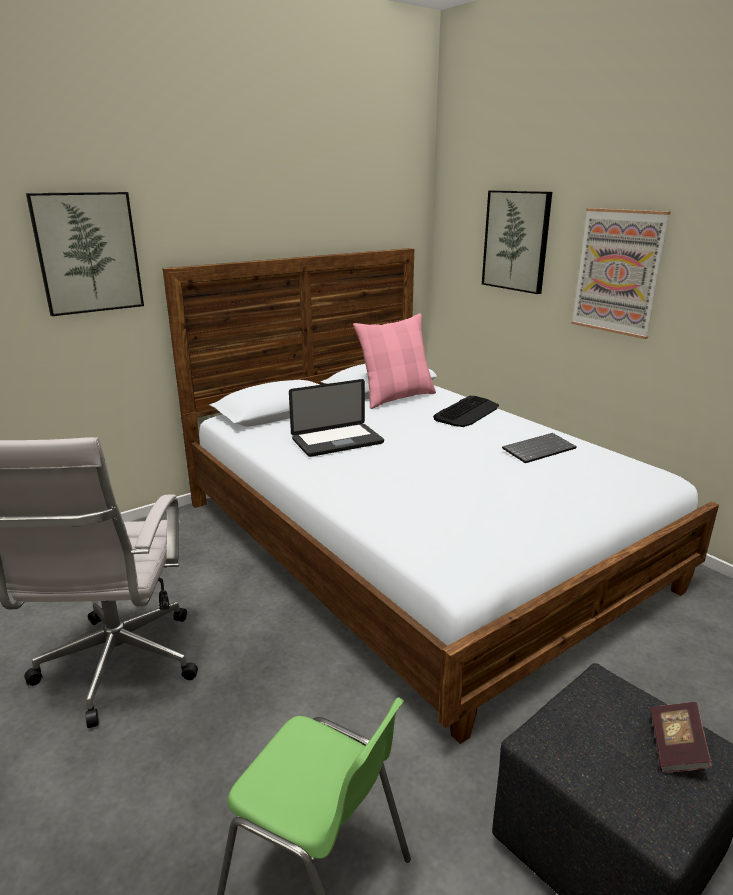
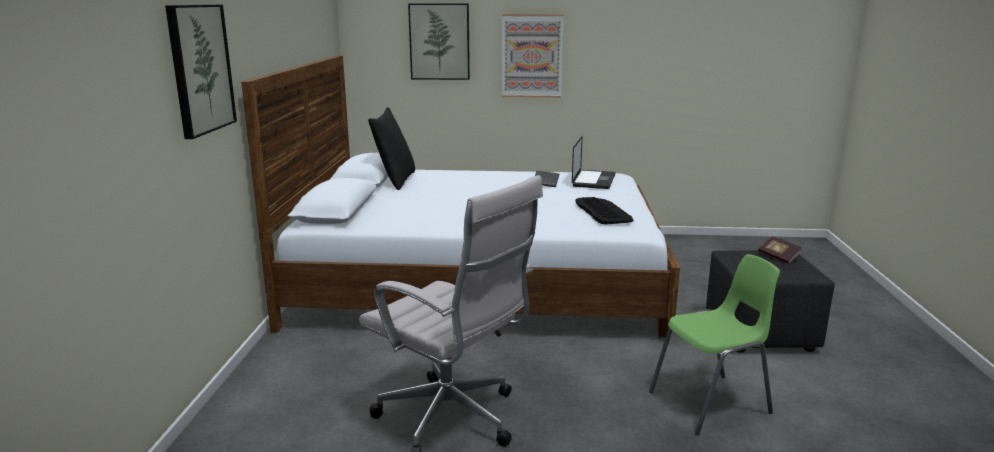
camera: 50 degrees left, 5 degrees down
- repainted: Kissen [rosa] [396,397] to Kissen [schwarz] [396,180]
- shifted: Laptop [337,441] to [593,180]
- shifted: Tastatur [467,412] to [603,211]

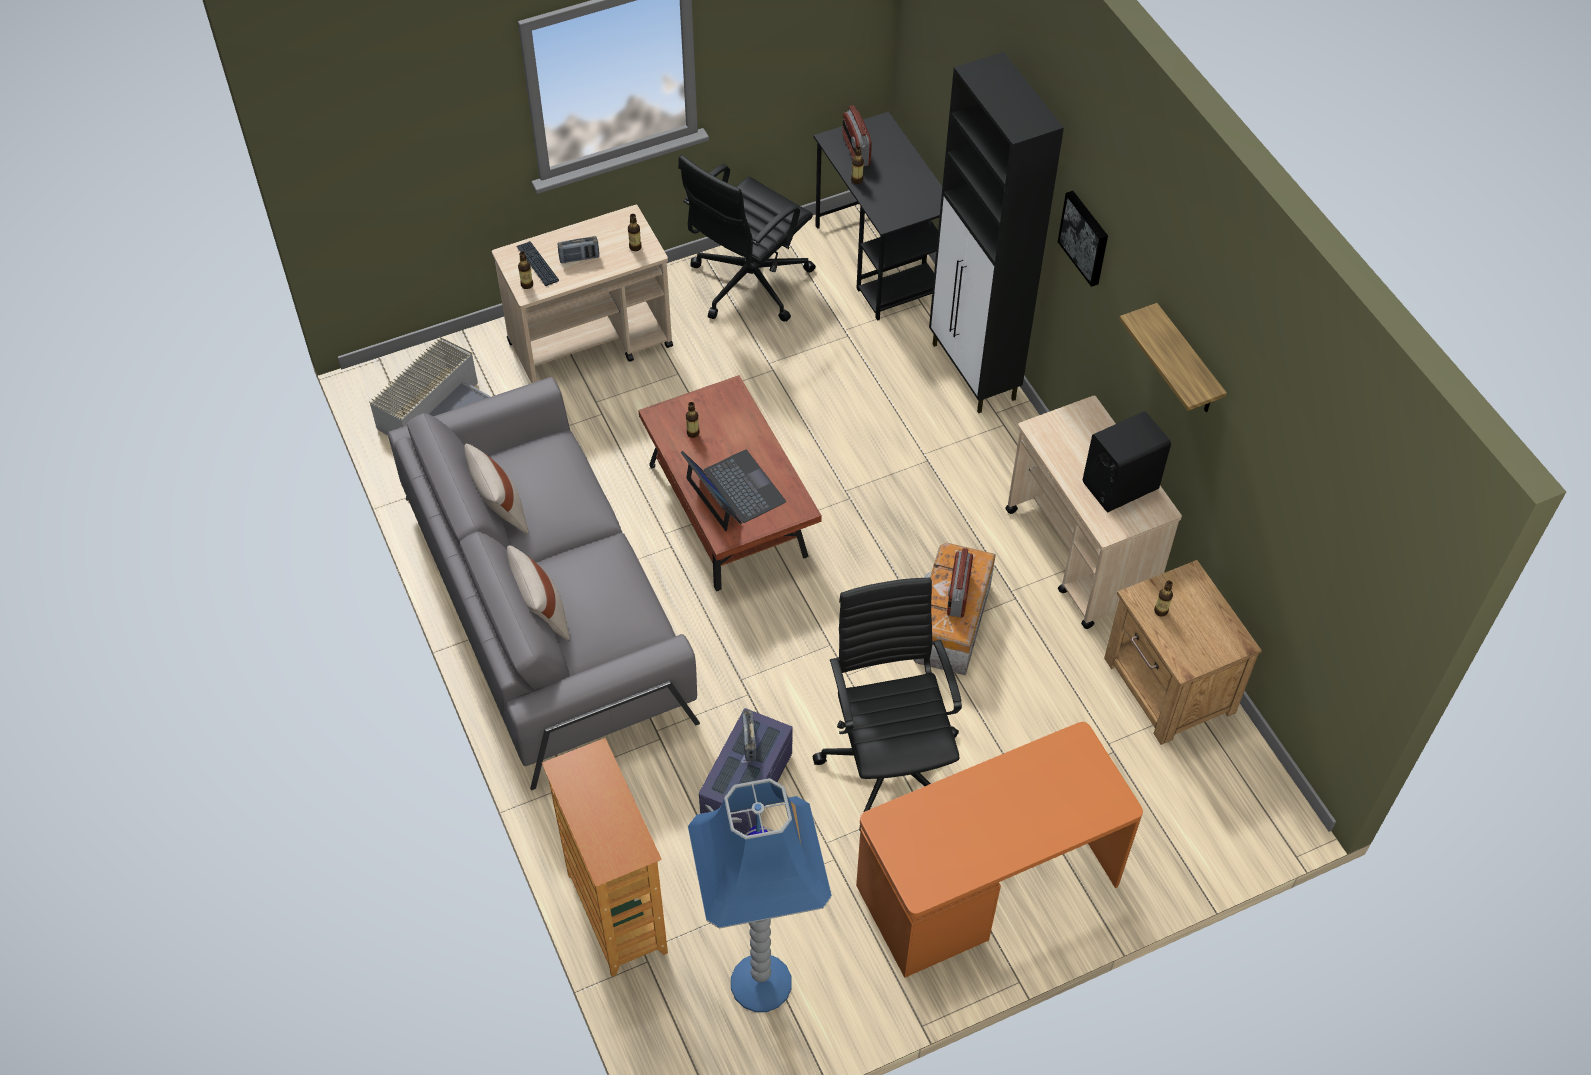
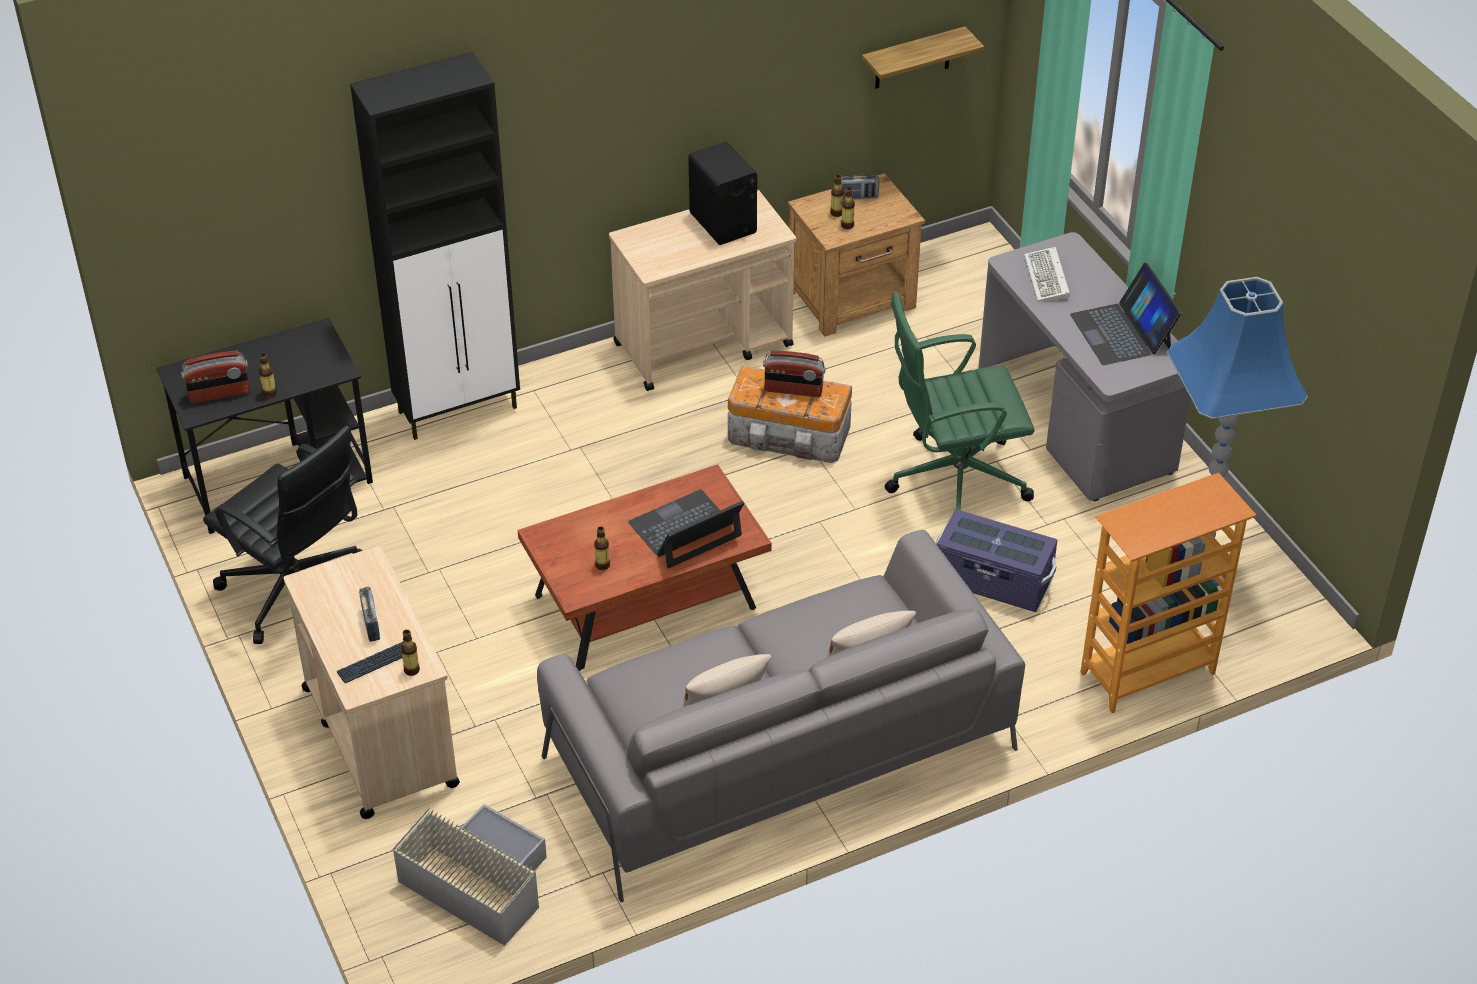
camera: 90 degrees left, 10 degrees down
- gone: Bild [1085,237]
- shifted: Flasche [635,247] to [836,213]
- shifted: Wandregal [1187,363] to [912,59]
- repainted: Bürostuhl [schwarz] [890,762] to Bürostuhl [grün] [953,480]
- shifted: Radio [749,742] to [857,197]
- repainted: Schreibtisch [orange] [987,888] to Schreibtisch [grau] [1077,420]
- new: Tastatur [1048,278]
- new: Laptop [1122,332]

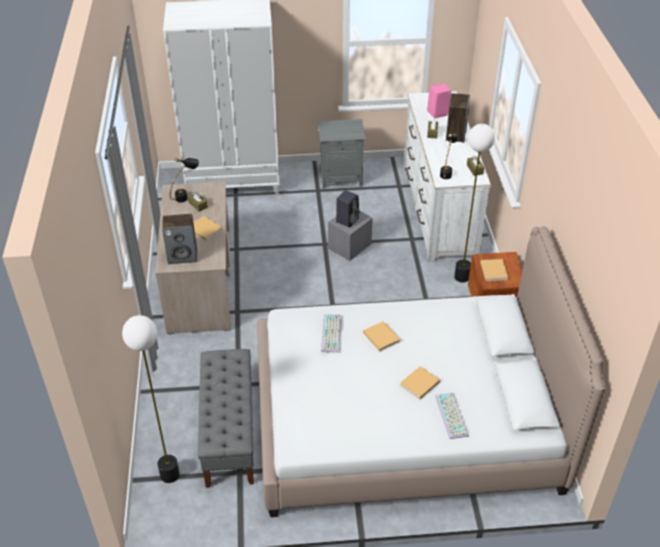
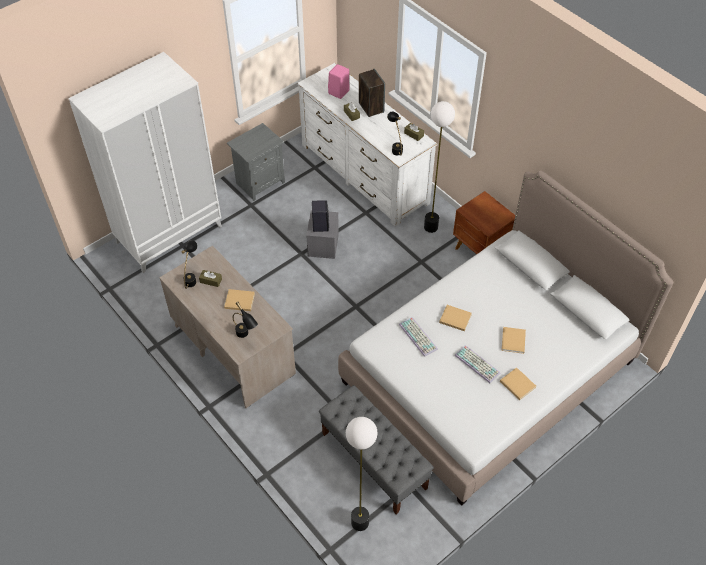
camera: 35 degrees left, 10 degrees up
- swapped: Lautsprecher [183,256] to Tischlampe [schwarz] [246,336]
- shifted: Buch [beige] [493,270] to [517,383]
- shifted: Tastatur [452,416] to [478,364]

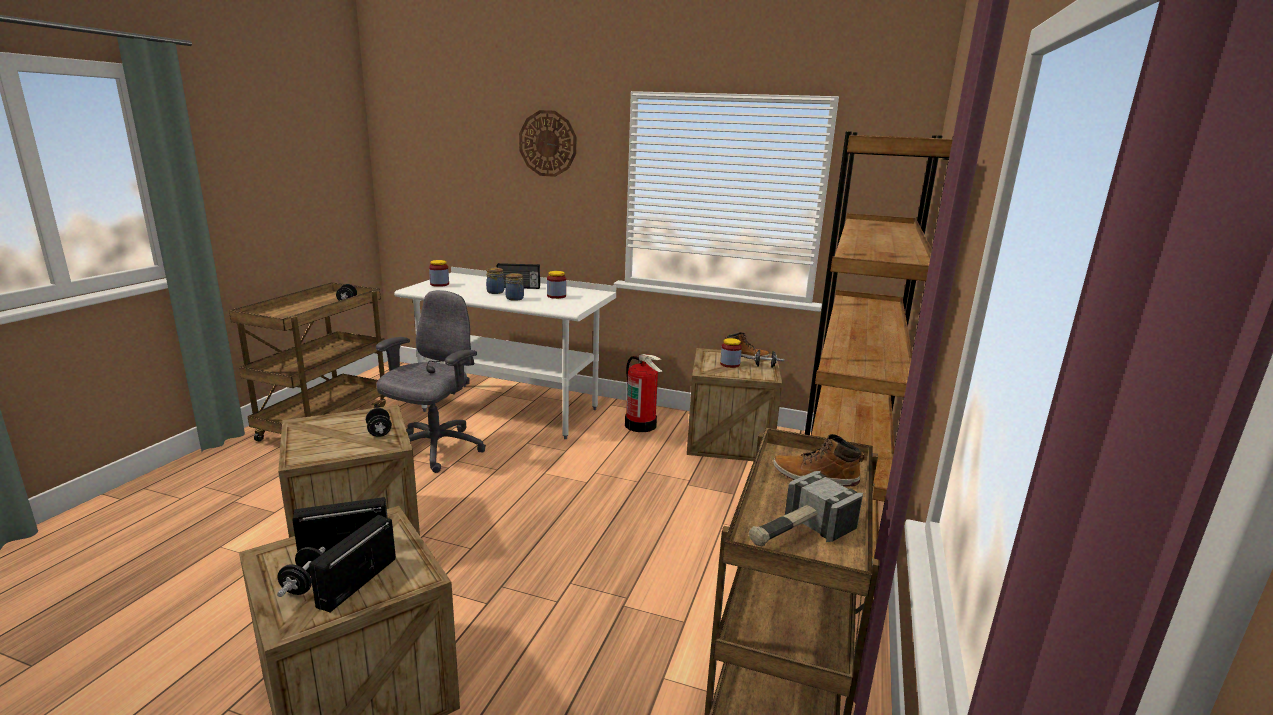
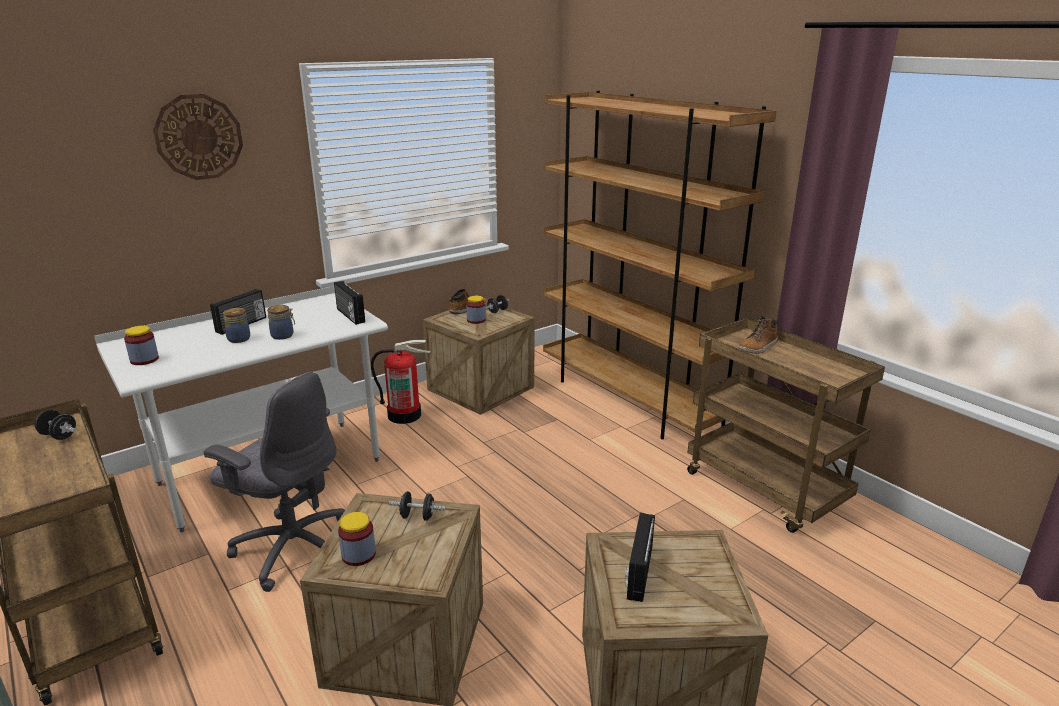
camera: 55 degrees left, 5 degrees up
- shifted: Vorratsglas [556,296] to [358,555]
- rotated: Bürostuhl [grau] [434,450] = [292,547] 150 degrees clockwise
- gone: Hammer [796,534]
- shifted: Radio [356,581] to [349,315]
- gone: Hantel [schwarz] [305,584]

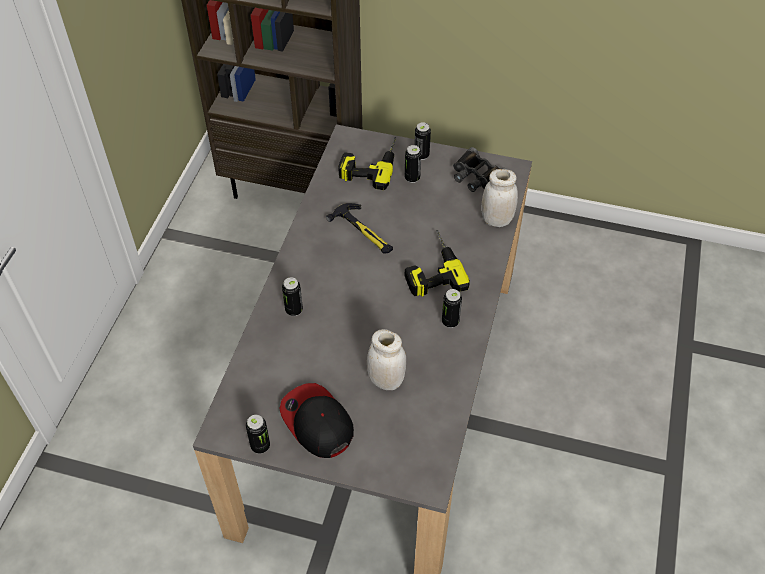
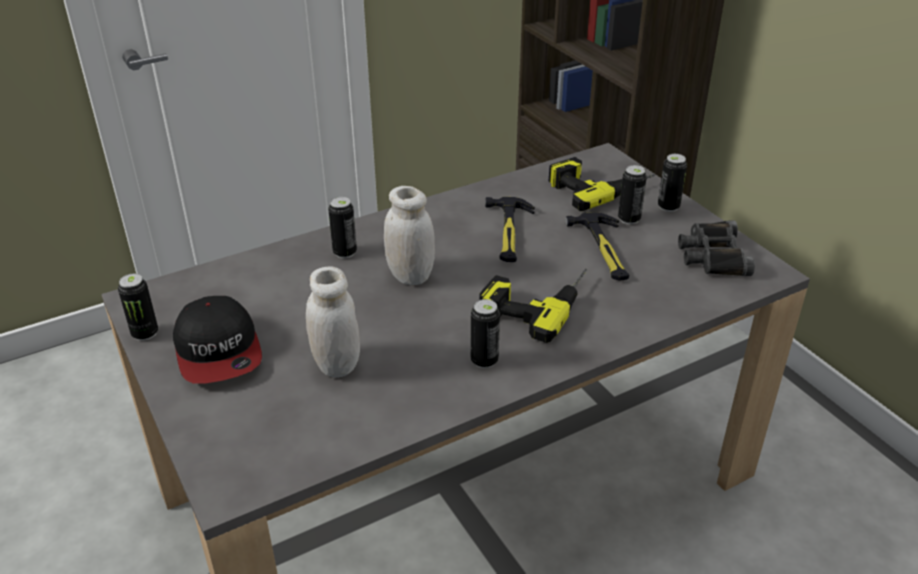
camera: 45 degrees right, 15 degrees down
- shifted: Vorratsglas [weiß] [496,220] to [410,275]
- rotated: Kappe [316,422] = [219,351] 150 degrees clockwise
- new: Hammer [604,250]

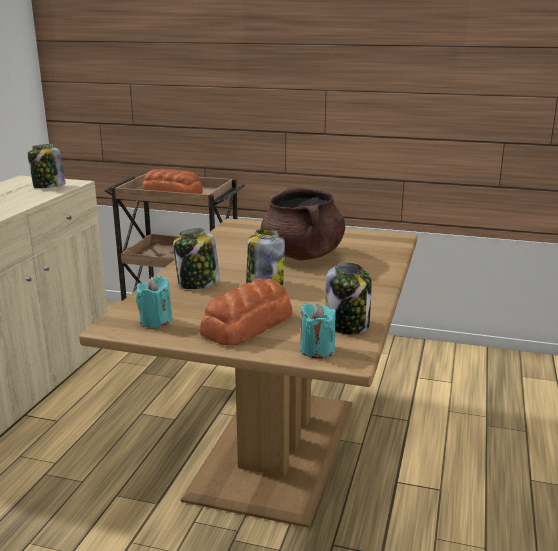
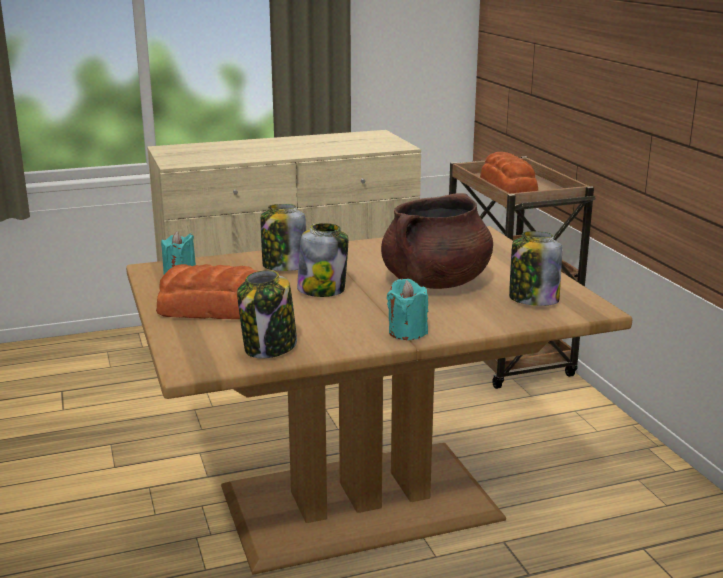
camera: 55 degrees right, 0 degrees up
- shifted: Vorratsglas [48,186] to [532,300]
- shifted: Kerze [türkis] [317,350] to [407,332]

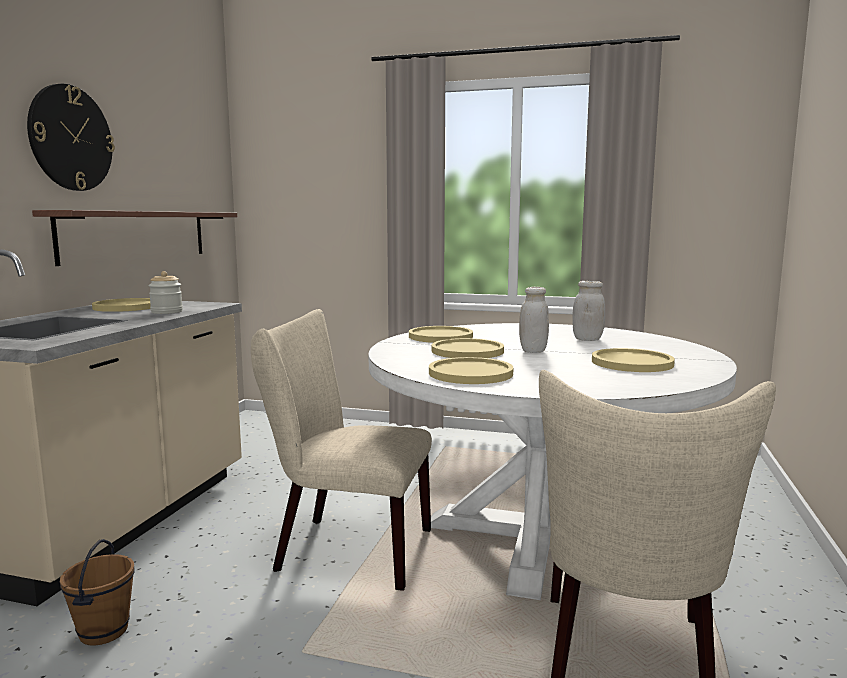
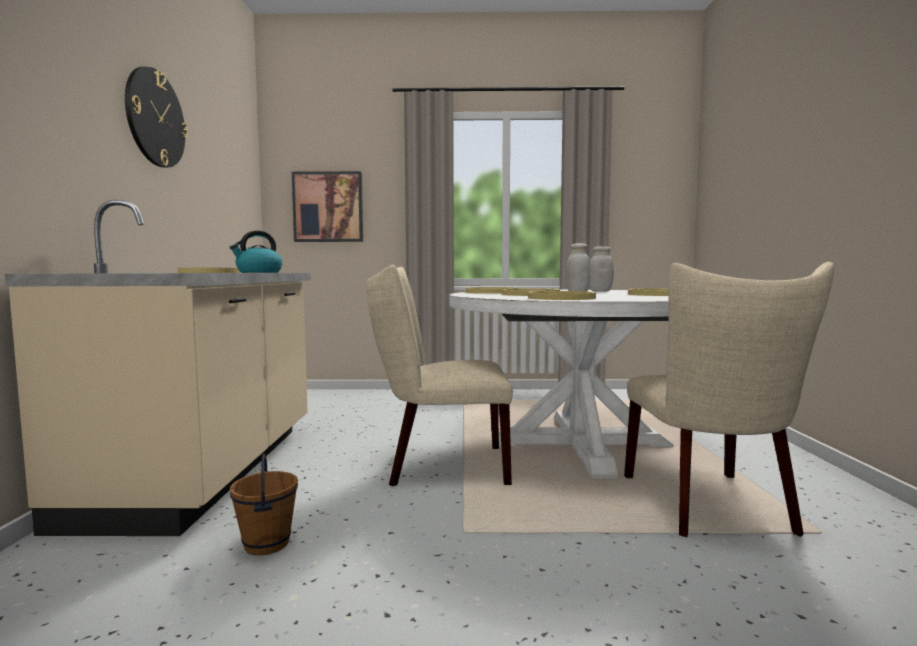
camera: 15 degrees left, 5 degrees down
- gone: Wandregal [137,235]
- swapped: Vorratsglas [167,312] to Wasserkessel [258,272]
- new: Bild [328,207]

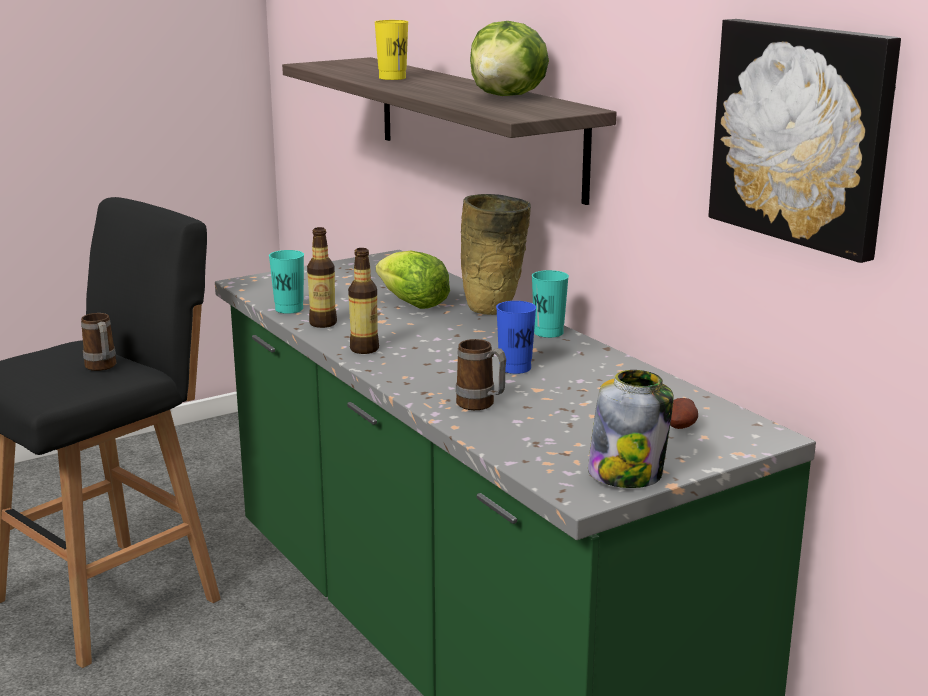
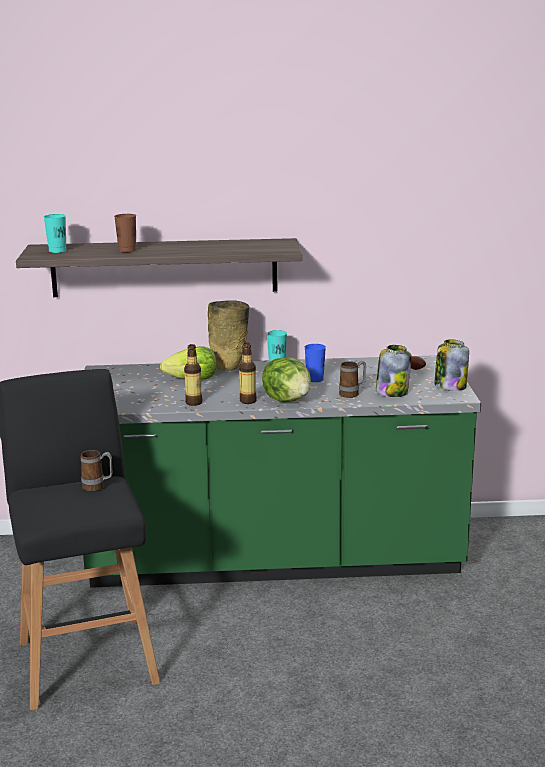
camera: 60 degrees left, 0 degrees up
- gone: Bild [804,134]
- repainted: Tasse [gelb] [392,78] to Tasse [braun] [127,250]
- shifted: Salatkopf [508,96] to [288,400]
- shifted: Tasse [türkis] [289,309] to [57,251]
- new: Vorratsglas [392,392]

